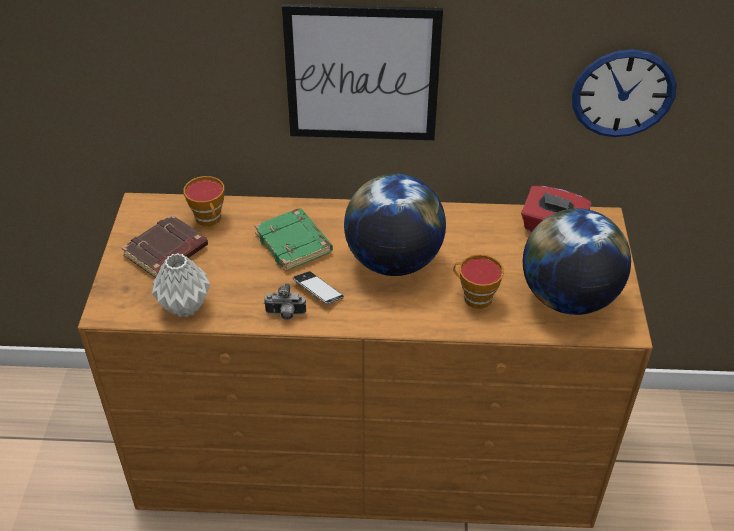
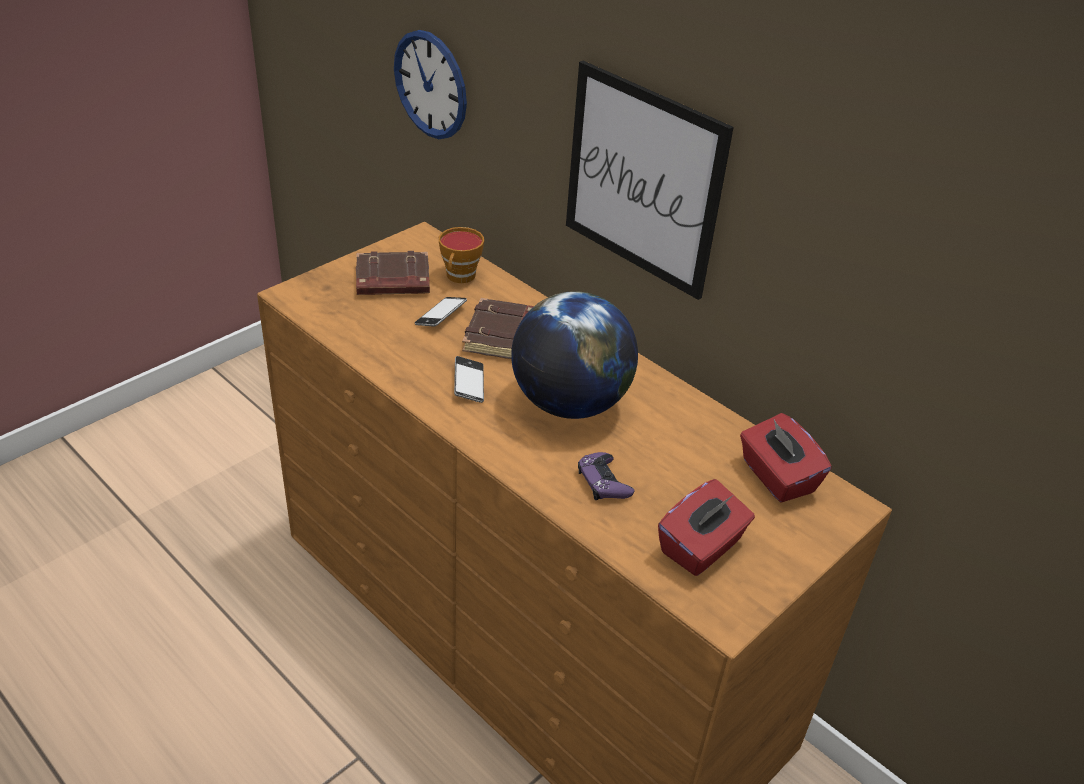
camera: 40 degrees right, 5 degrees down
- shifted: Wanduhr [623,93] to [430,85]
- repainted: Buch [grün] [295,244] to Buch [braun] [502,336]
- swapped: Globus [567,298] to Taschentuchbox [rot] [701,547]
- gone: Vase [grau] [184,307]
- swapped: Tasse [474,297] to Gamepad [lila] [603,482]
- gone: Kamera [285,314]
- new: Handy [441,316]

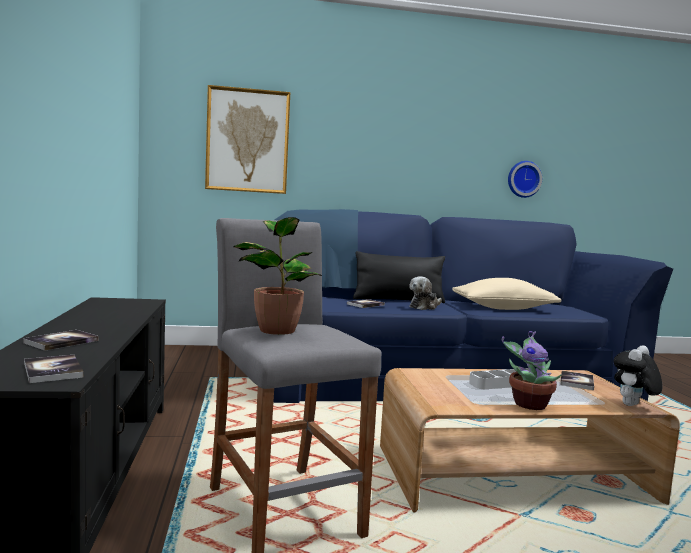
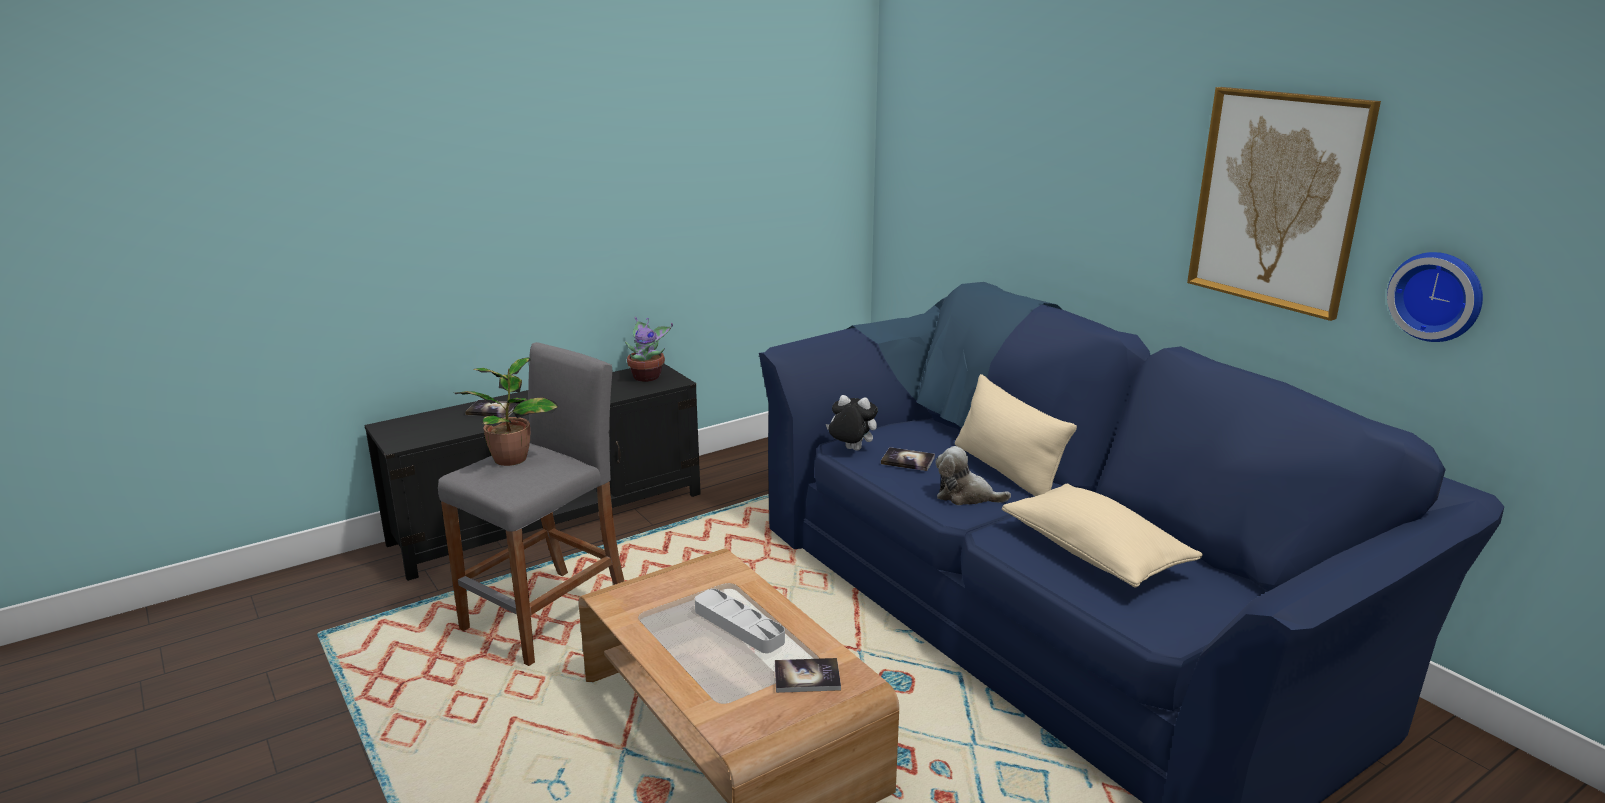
camera: 65 degrees right, 15 degrees up
- shifted: Bild [247,141] to [1277,200]
- repainted: Kissen [schwarz] [398,300] to Kissen [beige] [1006,471]
- shifted: Topfpflanze [528,404] to [648,377]
- shifted: Plüschtier [633,406] to [851,450]
- gone: Buch [53,370]

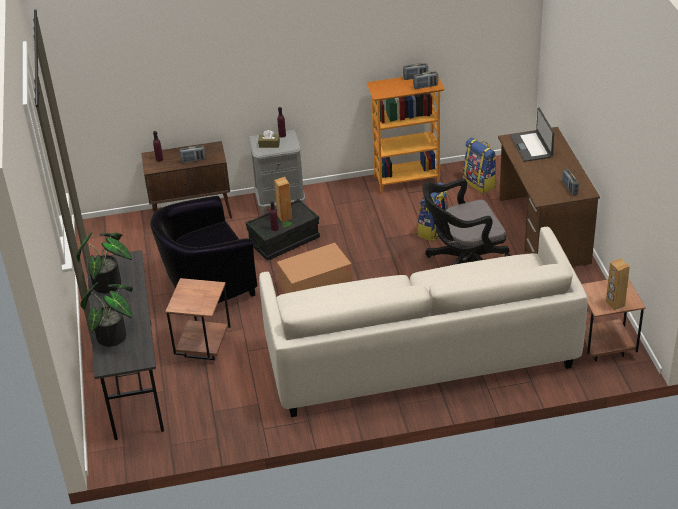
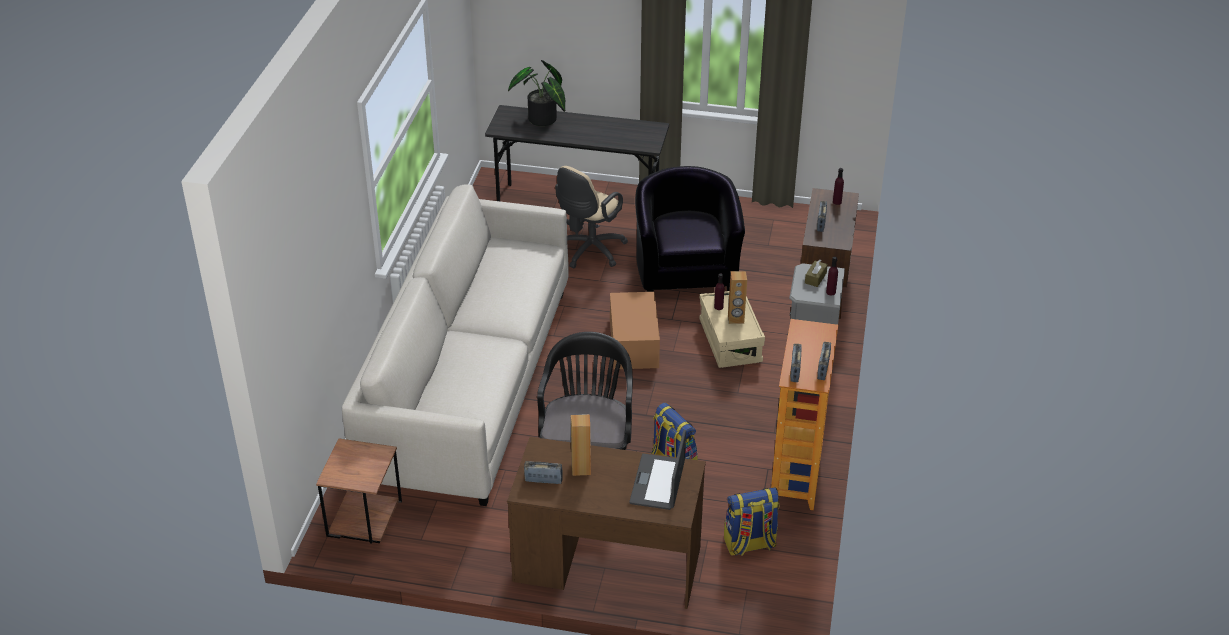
camera: 110 degrees right, 0 degrees up
- rotated: Laptop [531,146] = [658,482] 90 degrees counterclockwise
- repainted: Aufbewahrungsbox [schwarz] [284,241] to Aufbewahrungsbox [beige] [730,341]
- gone: Topfpflanze [110,283]
- shifted: Lautsprecher [braun] [615,304] to [581,469]
- swapped: Beistelltisch [braun] [204,348] to Bürostuhl [beige] [589,252]

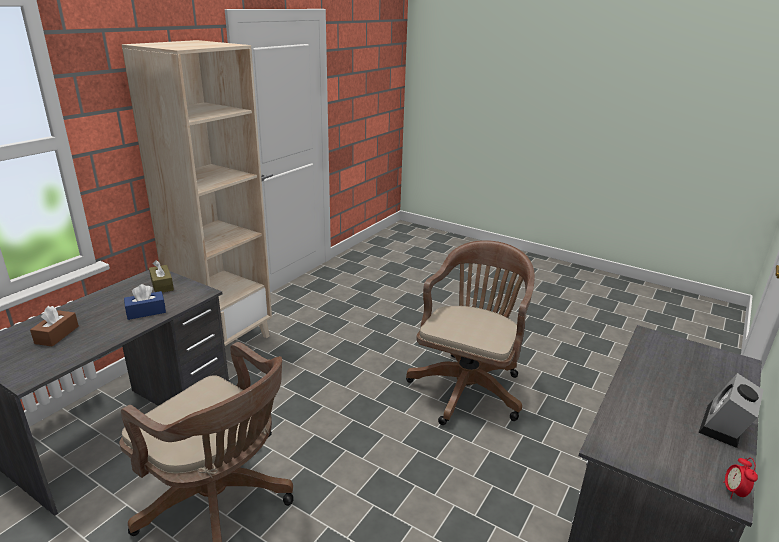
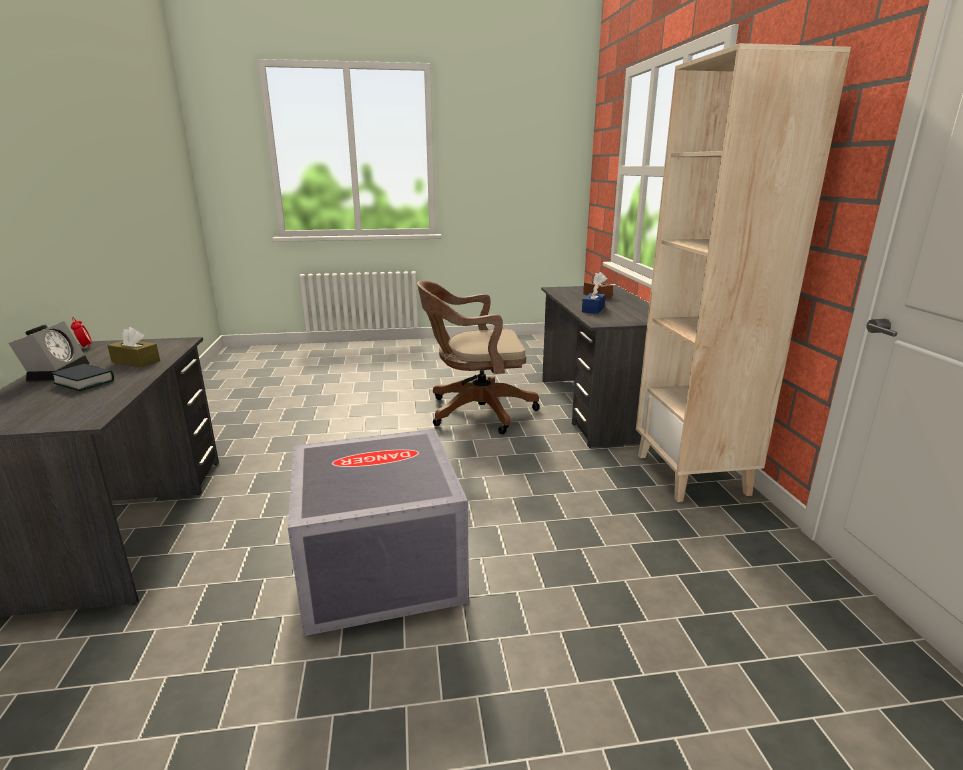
camera: 140 degrees right, 5 degrees down
- swapped: Bürostuhl [braun] [468,386] to Aufbewahrungsbox [grau] [378,568]
- shifted: Taschentuchbox [braun] [162,285] to [136,361]
- new: Buch [84,382]

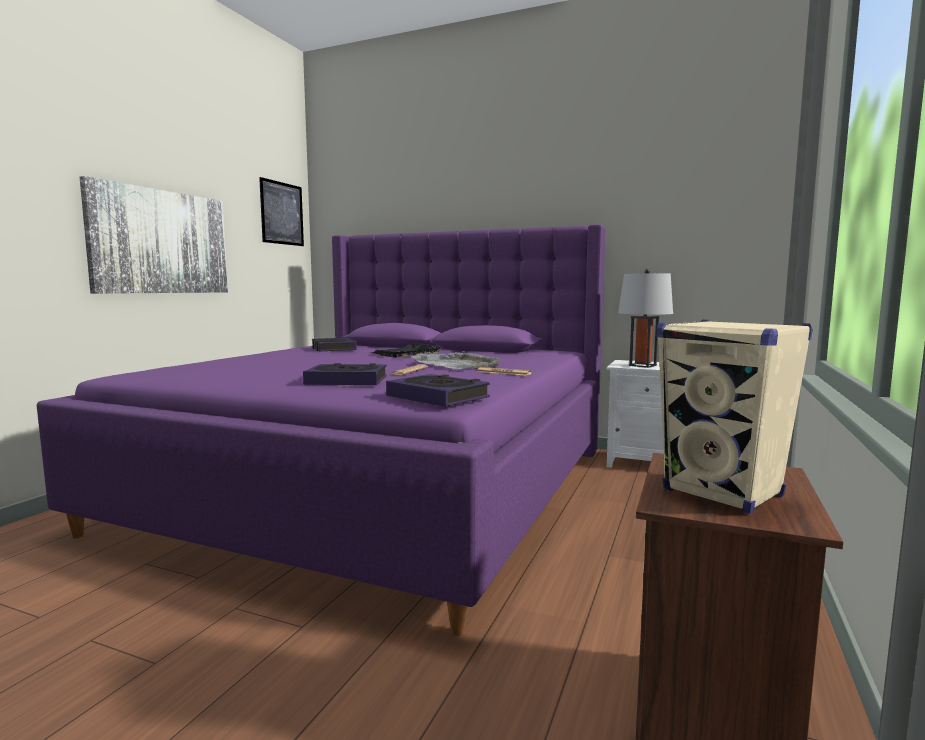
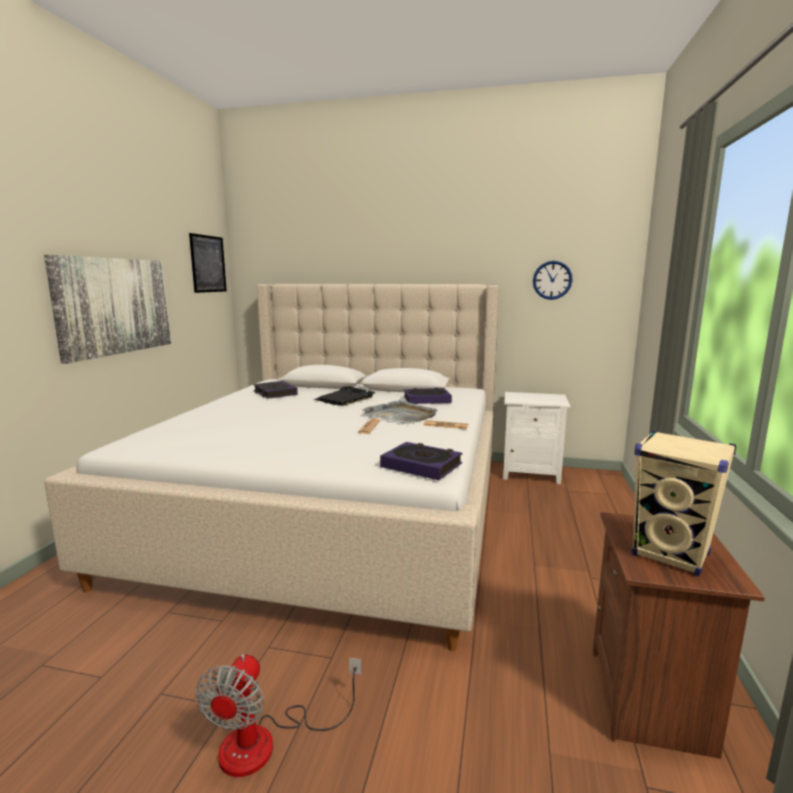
camera: 10 degrees left, 5 degrees up
- repainted: Bett [lila] [385,485] to Bett [beige] [335,511]
- gone: Tischlampe [grau] [643,365]
- shifted: Buch [347,381] to [427,400]
- new: Wanduhr [552,280]
- new: Ventilator [267,742]

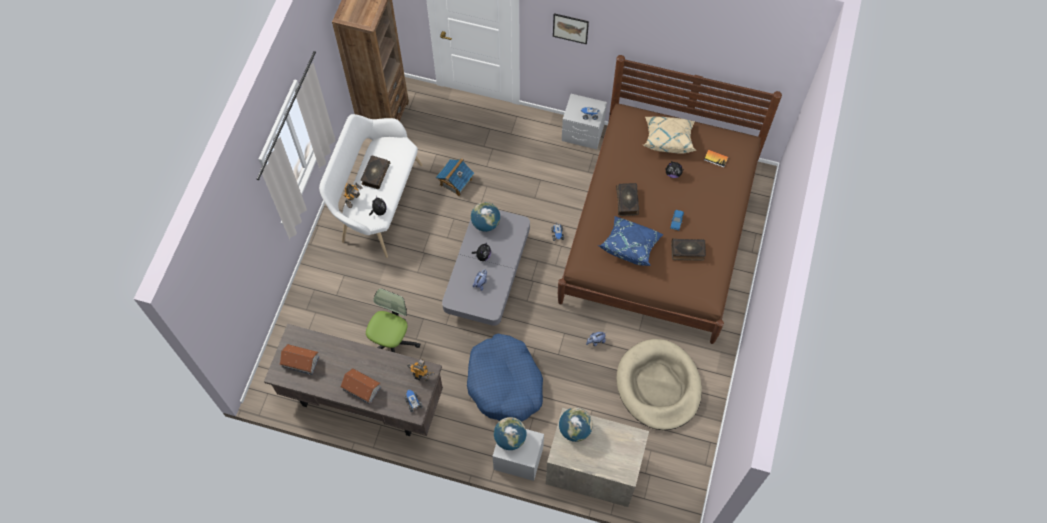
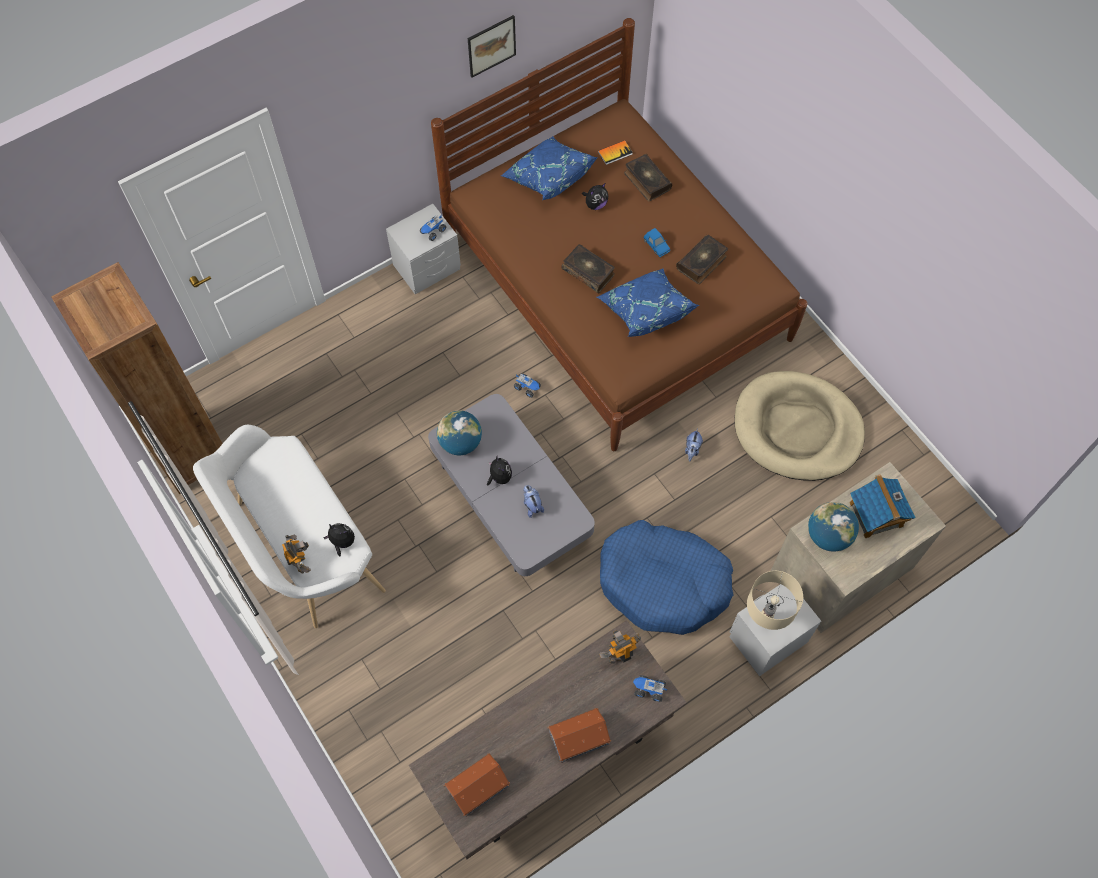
camera: 50 degrees left, 0 degrees up
- shifted: Bild [570,28] to [491,46]
- repainted: Kissen [beige] [668,139] to Kissen [blau] [548,177]
- shifted: Buch [375,174] to [646,181]
- shifted: Spielzeughaus [455,182] to [876,515]
- gone: Bürostuhl [392,342]
- swapped: Globus [510,438] to Tischlampe [beige] [764,620]

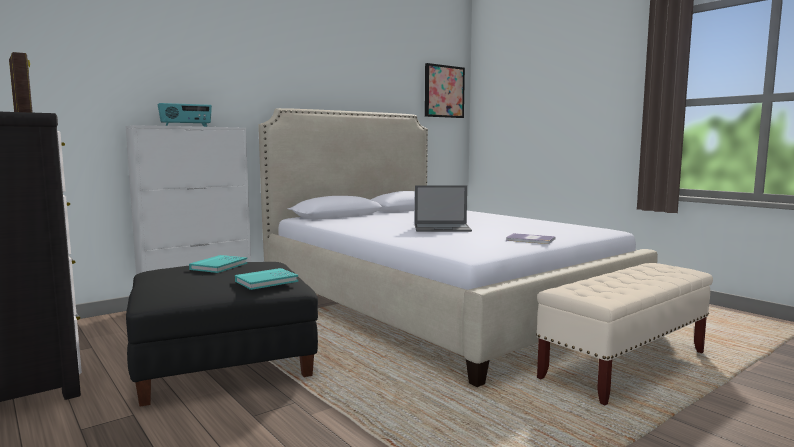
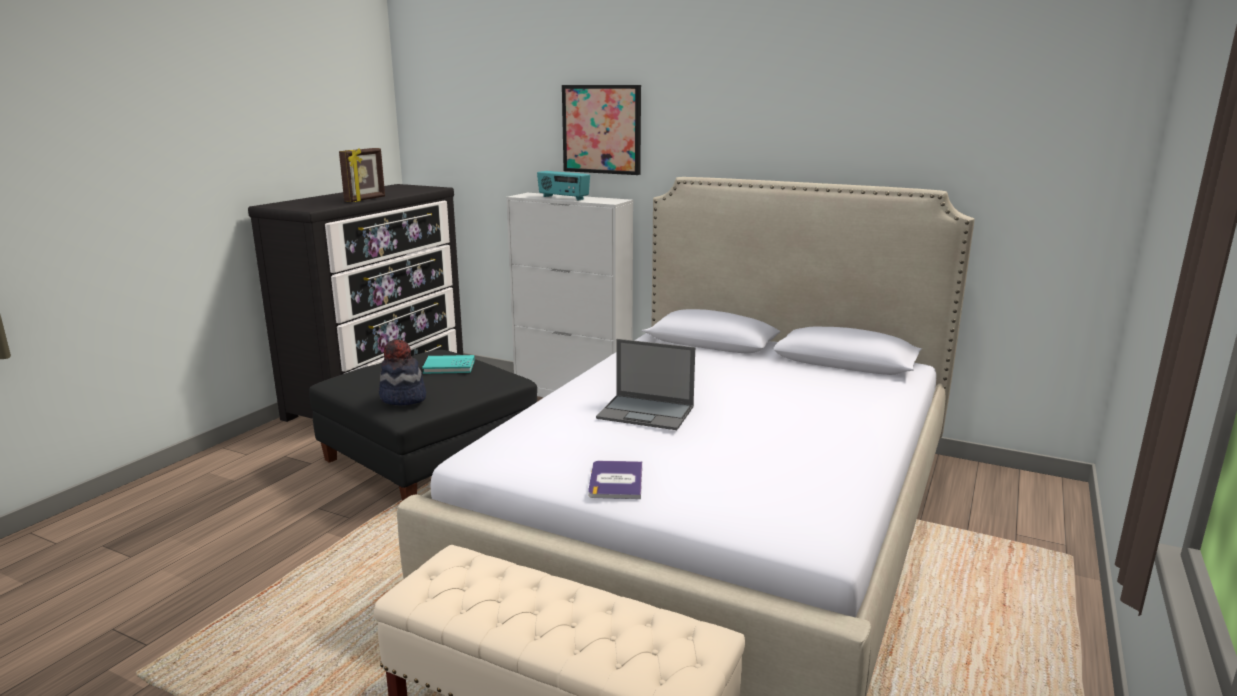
camera: 65 degrees right, 10 degrees up
- shifted: Bild [443,91] to [602,129]
- rotated: Laptop [443,228] = [647,412] 45 degrees counterclockwise
- swapped: Buch [türkis] [266,281] to Hut [403,398]

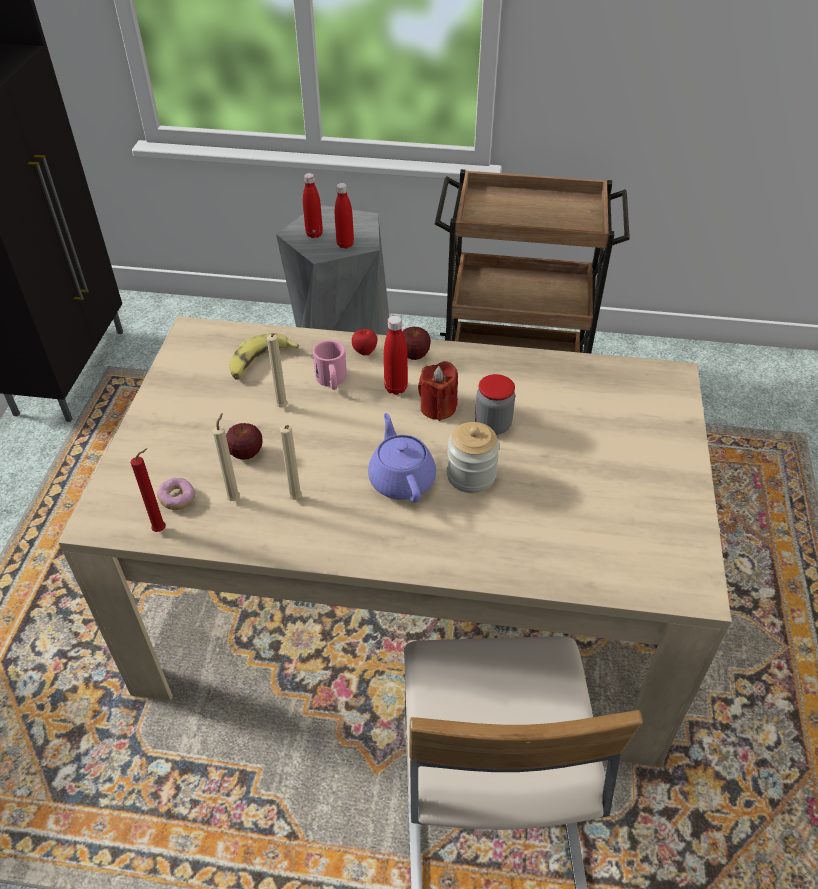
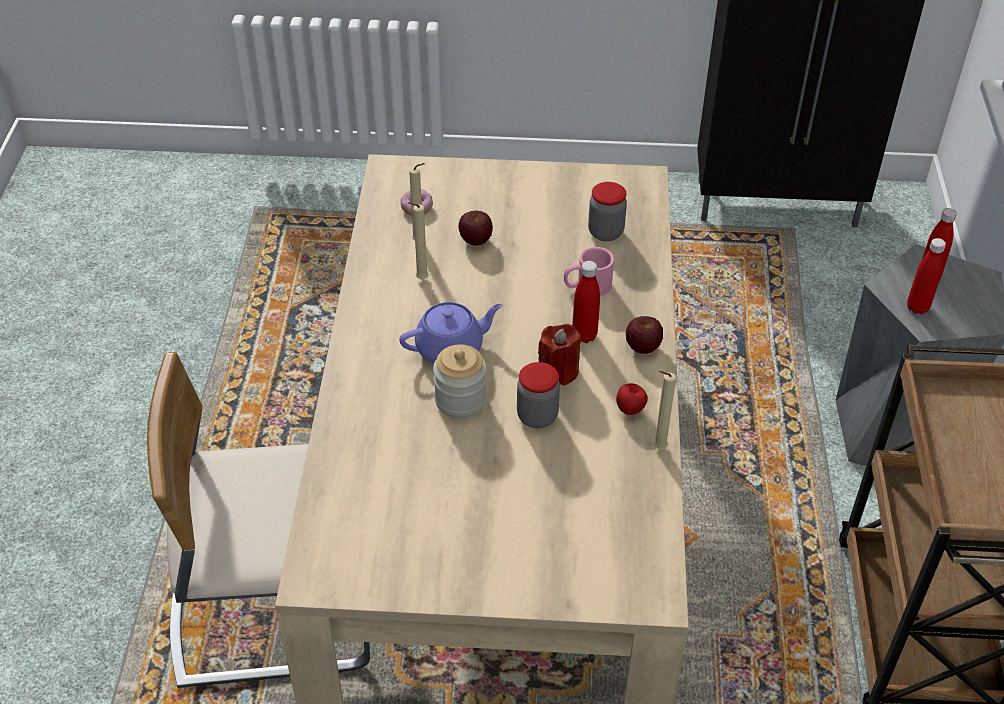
camera: 85 degrees right, 0 degrees up
- shifted: Apfel [365,352] to [630,410]
- swapped: Banane [260,362] to Vorratsglas [605,232]
- shifted: Kerze [beige] [282,408] to [657,447]
- gone: Kerze [rot] [162,529]

